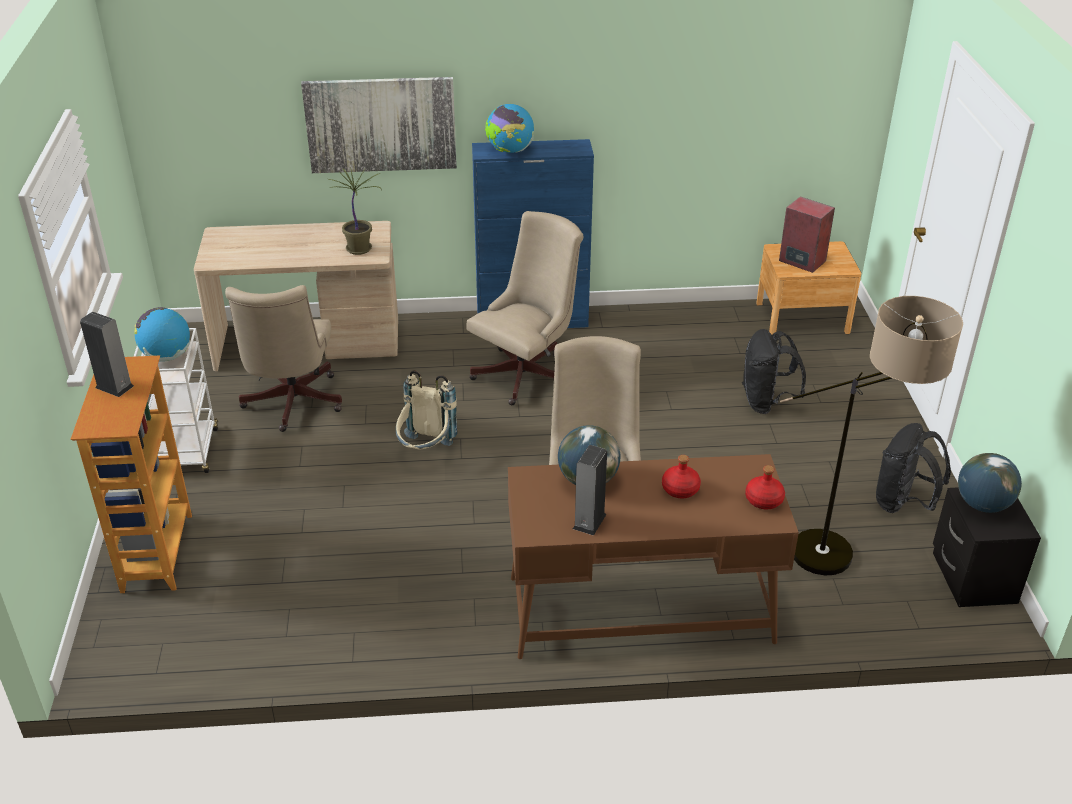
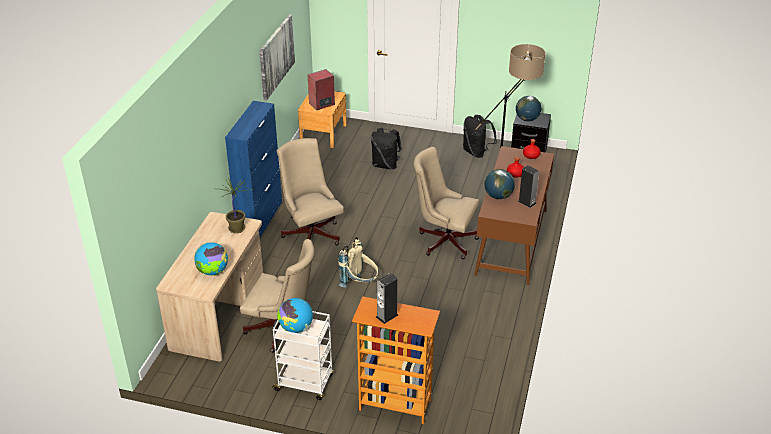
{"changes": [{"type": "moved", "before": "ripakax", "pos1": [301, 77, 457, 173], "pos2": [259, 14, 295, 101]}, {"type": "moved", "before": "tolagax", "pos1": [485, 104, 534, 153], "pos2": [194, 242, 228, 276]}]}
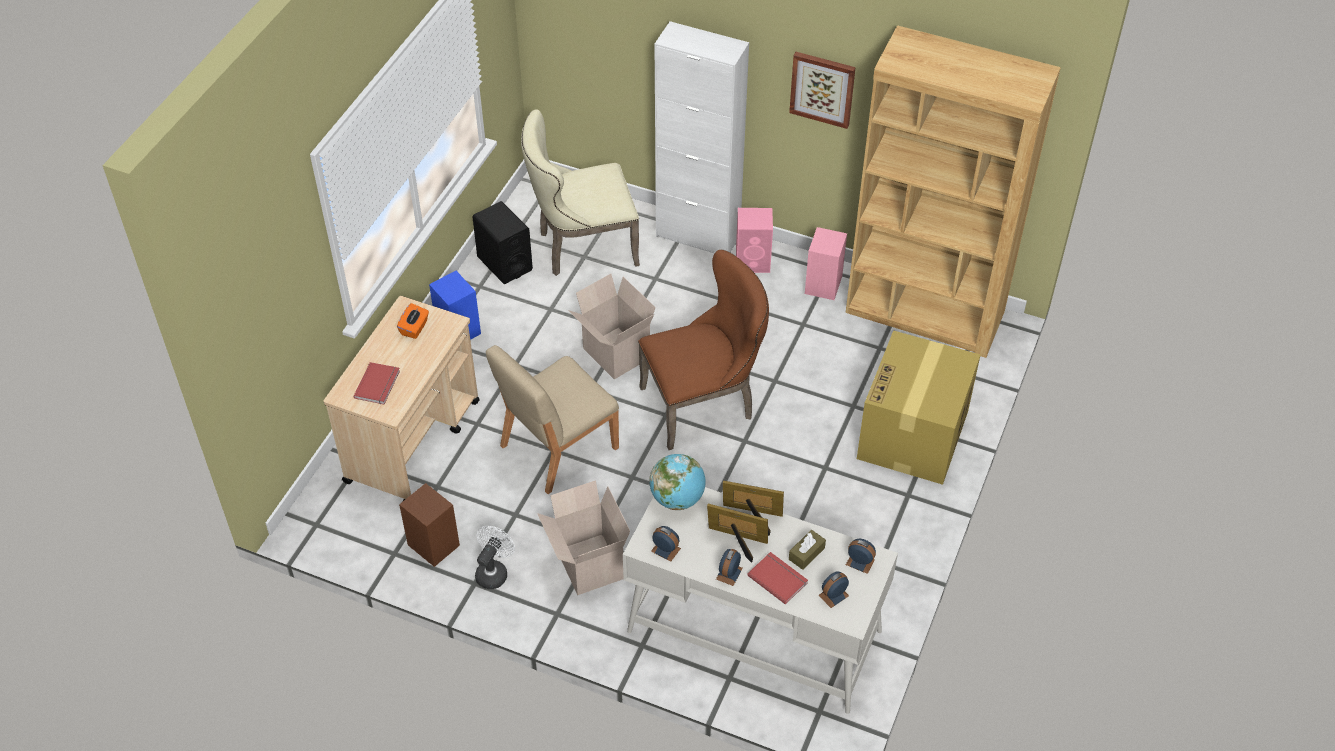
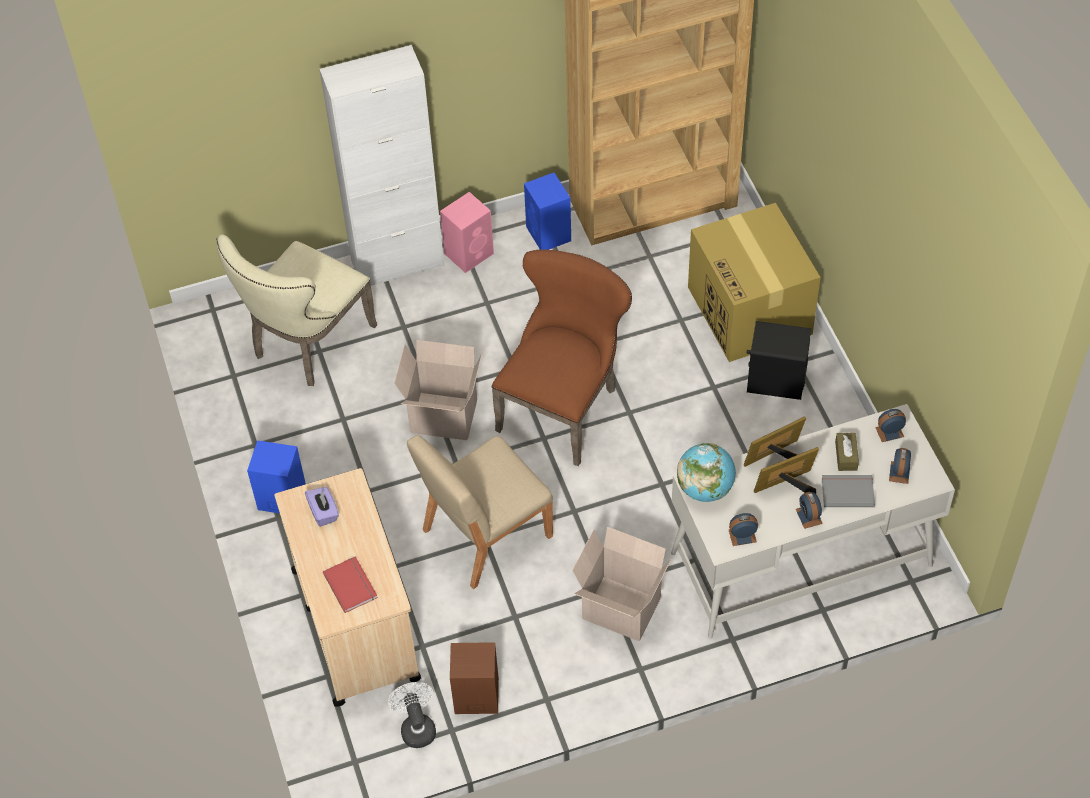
{"changes": [{"type": "recoloured", "before": "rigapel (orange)", "after": "rigapel (purple)", "pos1": [397, 303, 429, 339], "pos2": [305, 487, 339, 527]}, {"type": "moved", "before": "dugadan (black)", "pos1": [473, 201, 533, 284], "pos2": [746, 321, 811, 400]}, {"type": "moved", "before": "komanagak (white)", "pos1": [475, 526, 515, 589], "pos2": [388, 682, 436, 748]}, {"type": "turned", "before": "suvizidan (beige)", "pos1": [486, 345, 619, 494], "pos2": [407, 435, 553, 589], "turn": 45}, {"type": "recoloured", "before": "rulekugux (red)", "after": "rulekugux (grey)", "pos1": [747, 552, 808, 604], "pos2": [822, 475, 875, 507]}, {"type": "removed", "before": "ripakax", "pos1": [789, 52, 856, 129]}, {"type": "recoloured", "before": "dugadan (pink)", "after": "dugadan (blue)", "pos1": [805, 227, 847, 300], "pos2": [524, 173, 571, 250]}]}
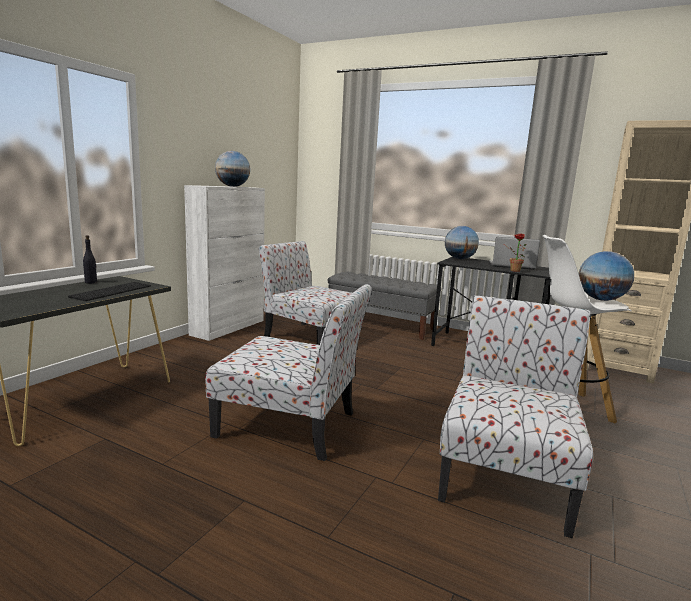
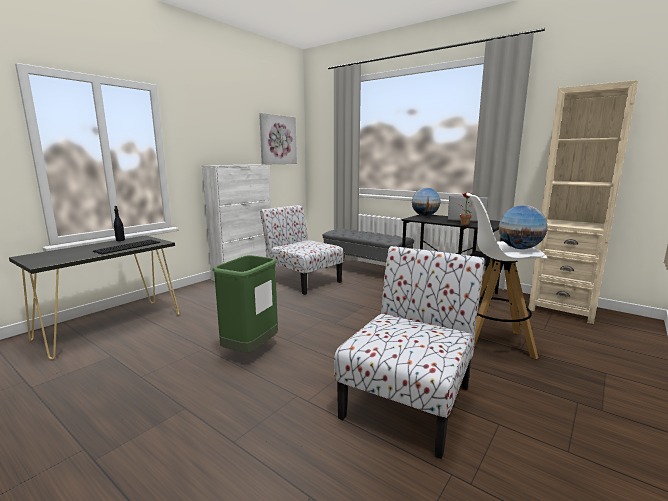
{"changes": [{"type": "replaced", "before": "suvizidan", "after": "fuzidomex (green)", "pos1": [205, 284, 372, 461], "pos2": [212, 255, 278, 353]}, {"type": "removed", "before": "tolagax", "pos1": [215, 151, 250, 187]}, {"type": "added", "after": "ripakax", "pos2": [259, 113, 297, 165]}]}
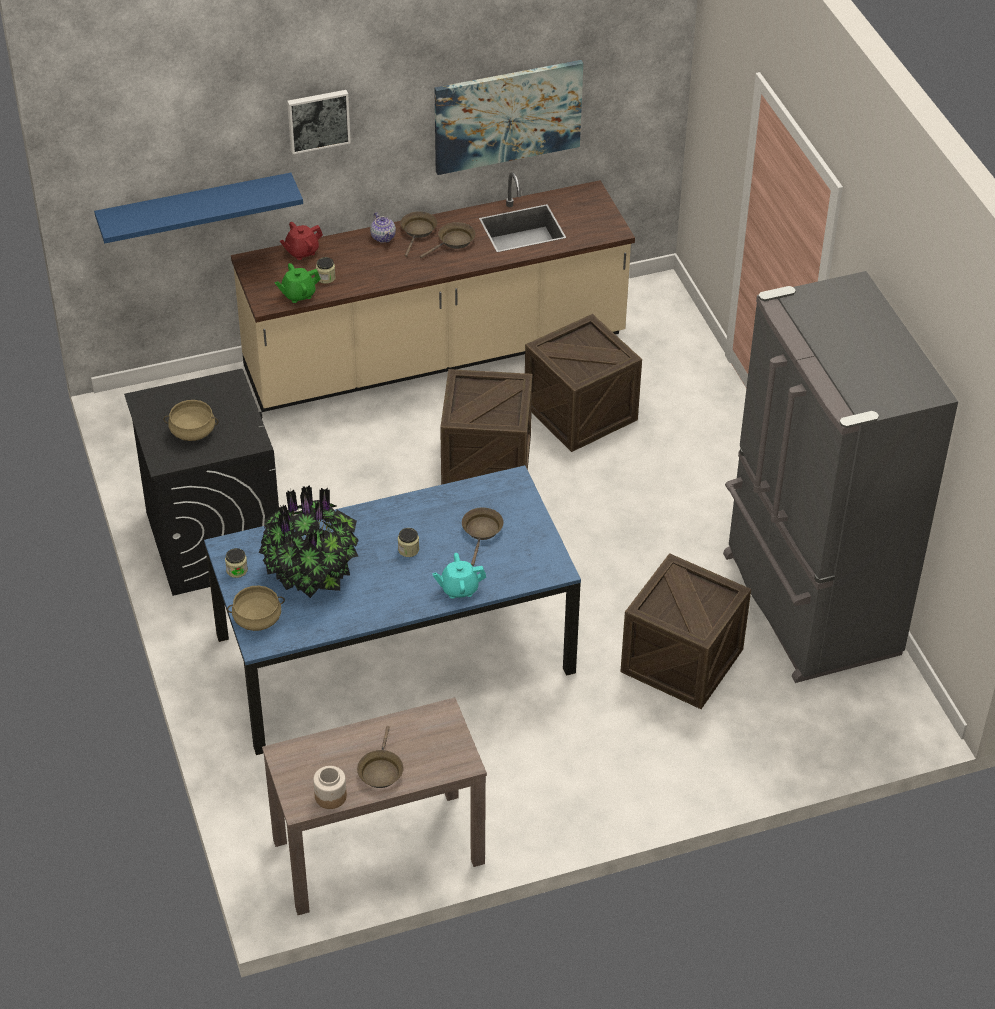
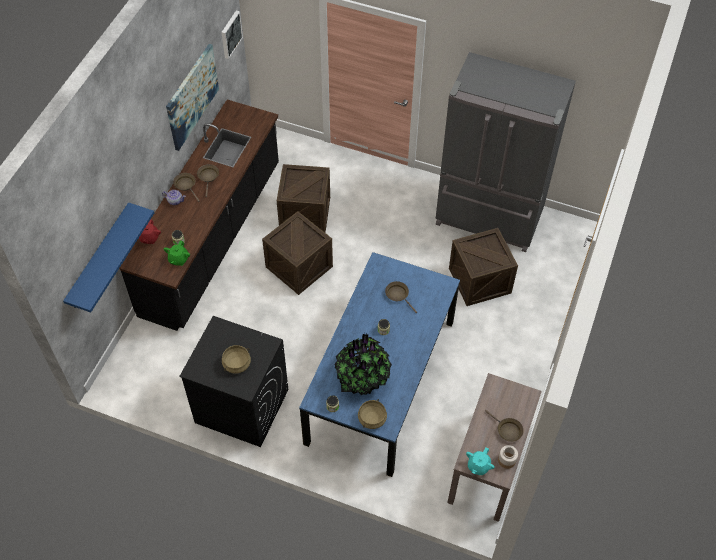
{"changes": [{"type": "recoloured", "before": "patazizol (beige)", "after": "patazizol (black)", "pos1": [231, 172, 635, 412], "pos2": [119, 100, 279, 331]}, {"type": "moved", "before": "ripakax", "pos1": [287, 90, 351, 154], "pos2": [221, 10, 243, 59]}, {"type": "moved", "before": "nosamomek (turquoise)", "pos1": [432, 553, 486, 599], "pos2": [466, 447, 495, 475]}]}
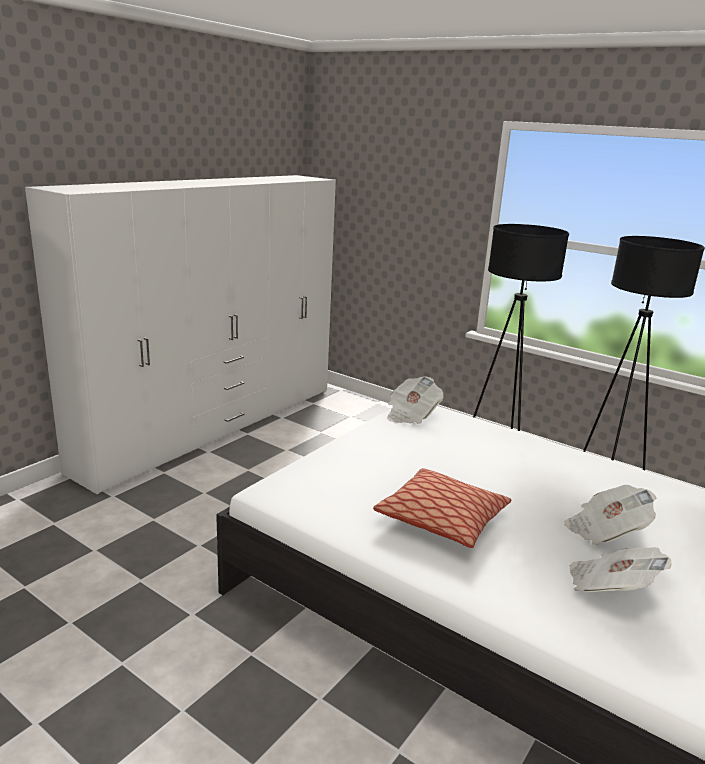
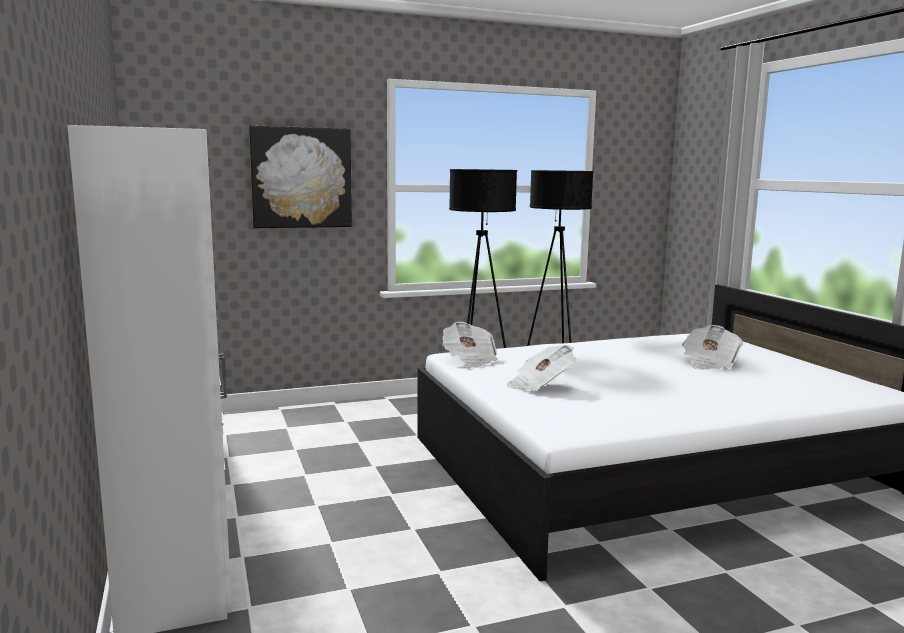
{"changes": [{"type": "removed", "before": "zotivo", "pos1": [373, 468, 512, 548]}, {"type": "moved", "before": "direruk", "pos1": [570, 547, 671, 592], "pos2": [507, 345, 576, 391]}, {"type": "added", "after": "ripakax", "pos2": [249, 125, 352, 228]}]}
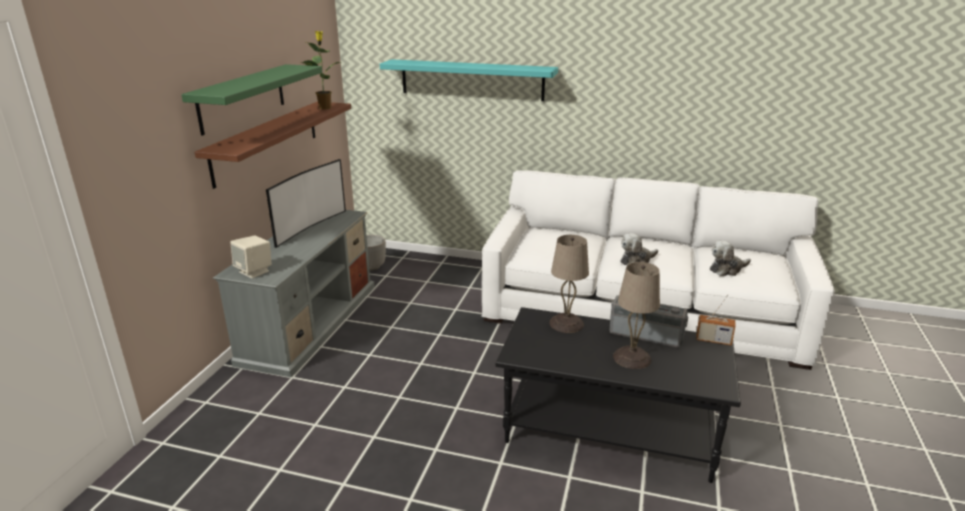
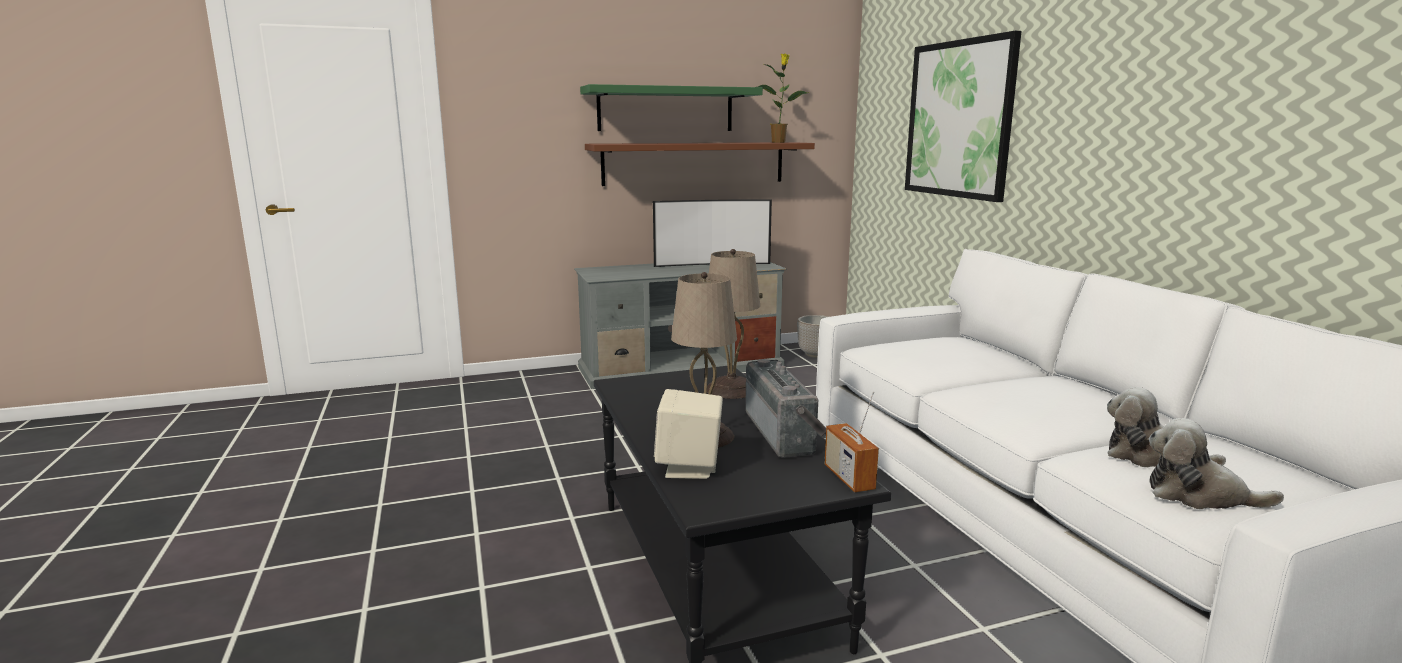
{"changes": [{"type": "moved", "before": "dugadan (beige)", "pos1": [230, 235, 272, 279], "pos2": [654, 389, 723, 479]}, {"type": "replaced", "before": "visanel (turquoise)", "after": "ripakax", "pos1": [380, 59, 558, 101], "pos2": [905, 31, 1022, 202]}, {"type": "moved", "before": "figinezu", "pos1": [620, 233, 658, 265], "pos2": [1149, 418, 1284, 509]}]}
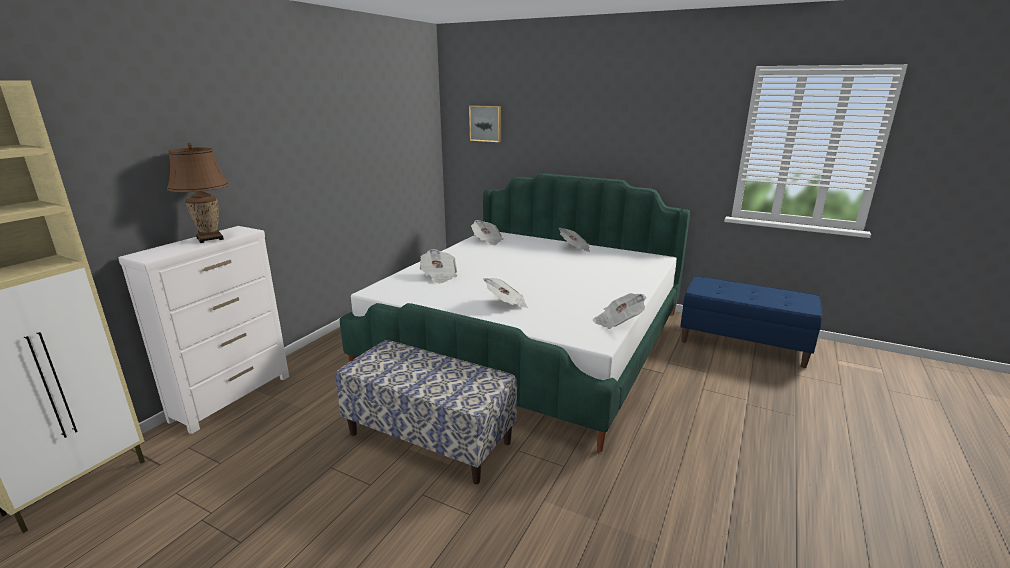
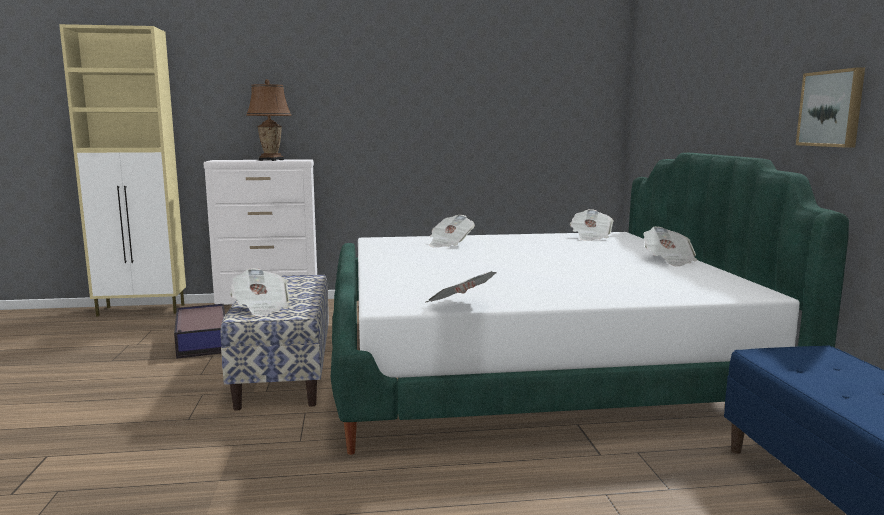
{"changes": [{"type": "moved", "before": "ripakax", "pos1": [469, 105, 501, 142], "pos2": [796, 68, 865, 148]}, {"type": "moved", "before": "direruk", "pos1": [483, 278, 528, 308], "pos2": [230, 268, 289, 316]}, {"type": "added", "after": "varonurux", "pos2": [174, 304, 225, 359]}]}
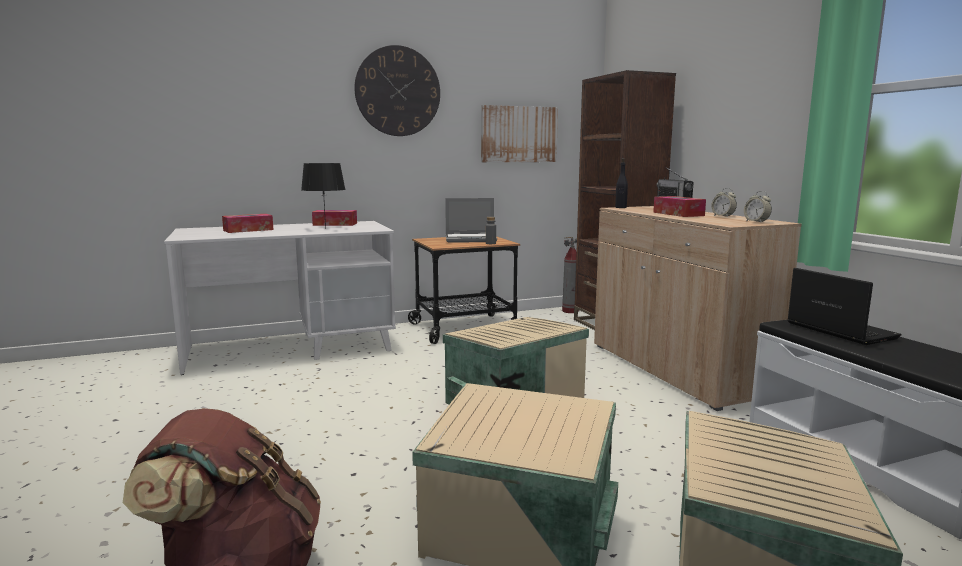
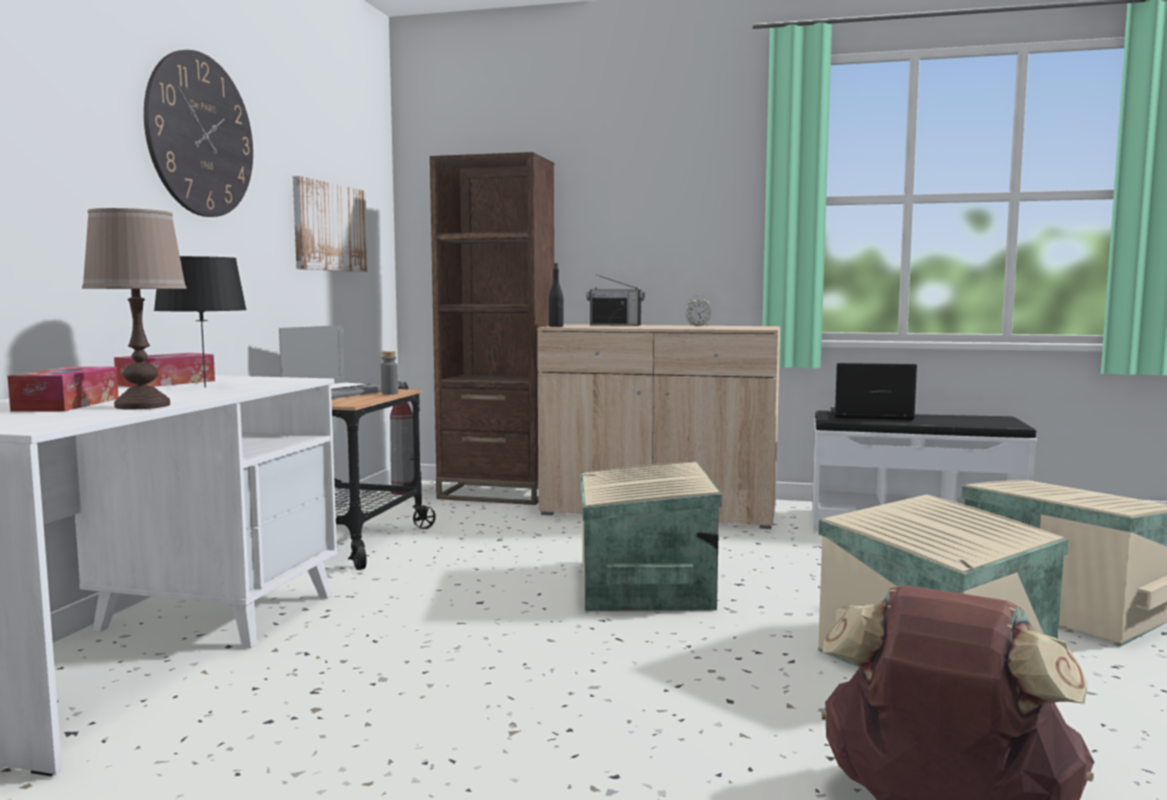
{"changes": [{"type": "removed", "before": "rigapel", "pos1": [653, 196, 706, 217]}, {"type": "removed", "before": "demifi", "pos1": [744, 191, 772, 222]}, {"type": "added", "after": "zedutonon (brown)", "pos2": [82, 208, 187, 409]}]}
